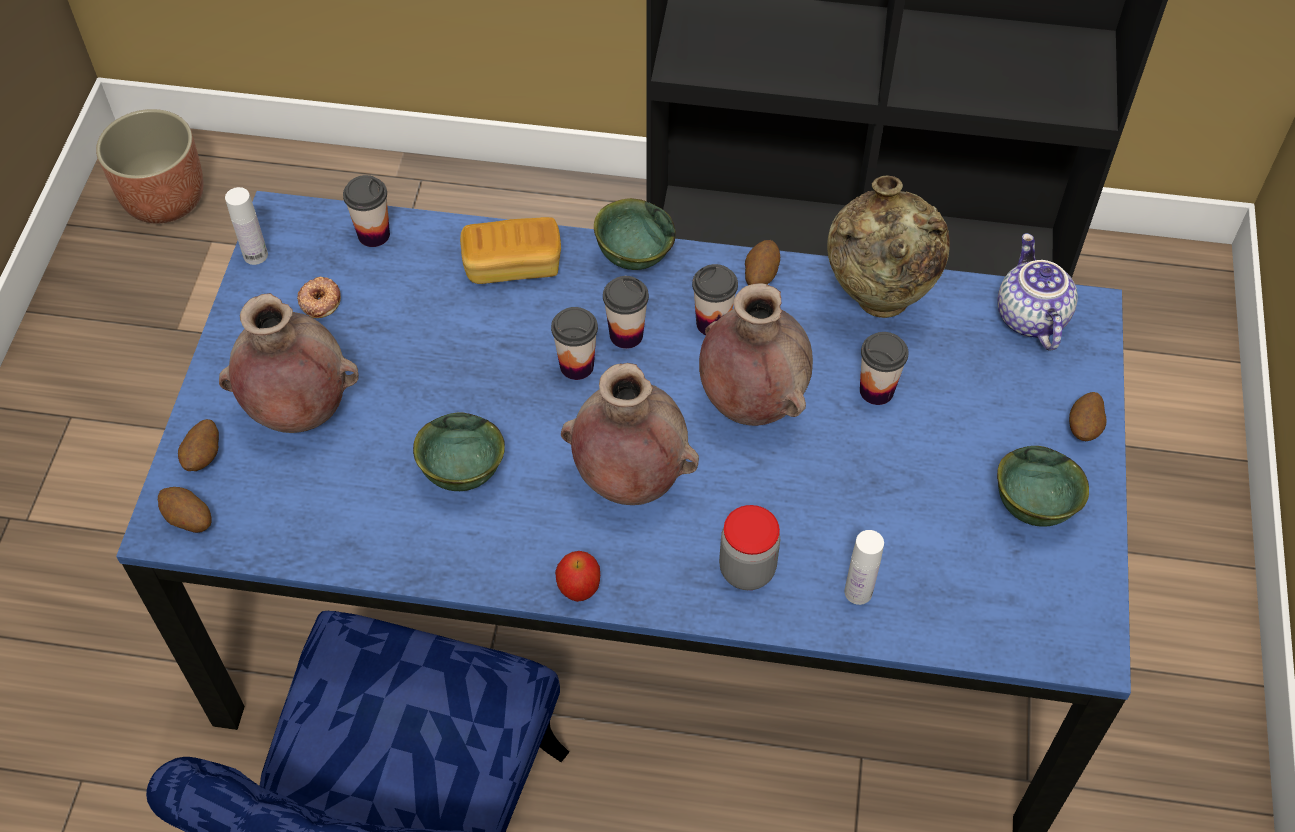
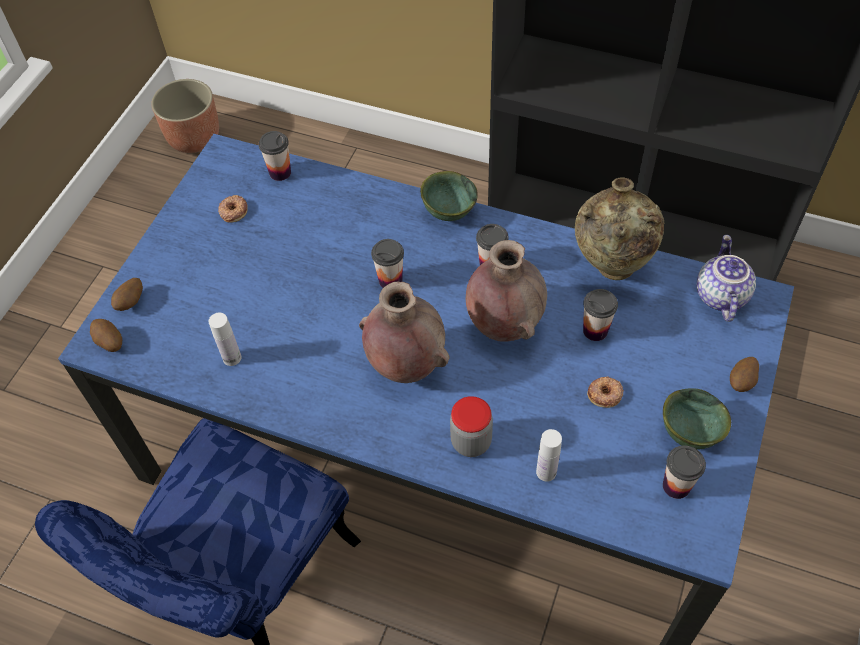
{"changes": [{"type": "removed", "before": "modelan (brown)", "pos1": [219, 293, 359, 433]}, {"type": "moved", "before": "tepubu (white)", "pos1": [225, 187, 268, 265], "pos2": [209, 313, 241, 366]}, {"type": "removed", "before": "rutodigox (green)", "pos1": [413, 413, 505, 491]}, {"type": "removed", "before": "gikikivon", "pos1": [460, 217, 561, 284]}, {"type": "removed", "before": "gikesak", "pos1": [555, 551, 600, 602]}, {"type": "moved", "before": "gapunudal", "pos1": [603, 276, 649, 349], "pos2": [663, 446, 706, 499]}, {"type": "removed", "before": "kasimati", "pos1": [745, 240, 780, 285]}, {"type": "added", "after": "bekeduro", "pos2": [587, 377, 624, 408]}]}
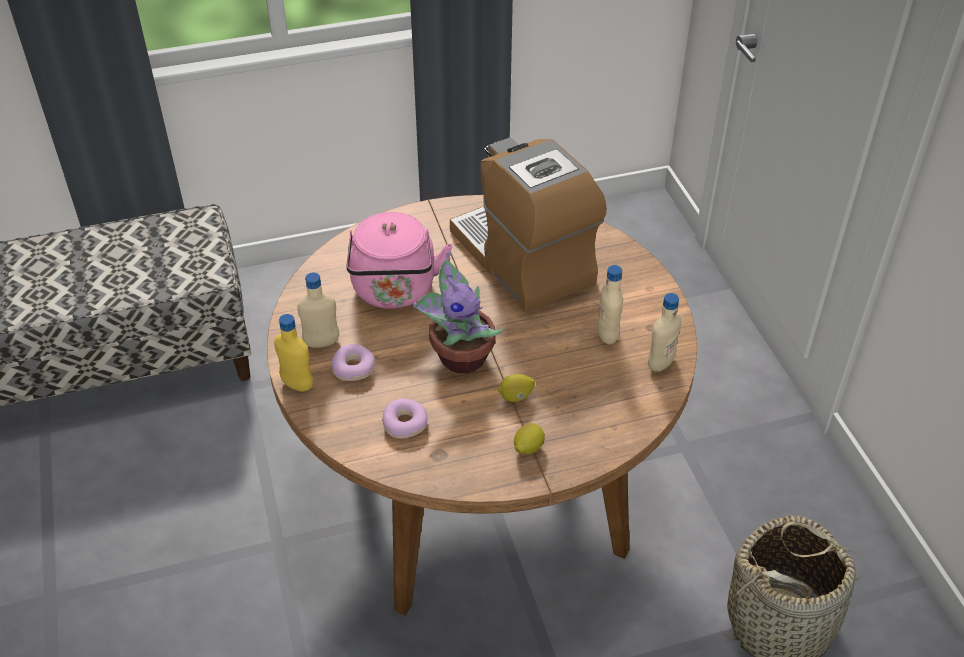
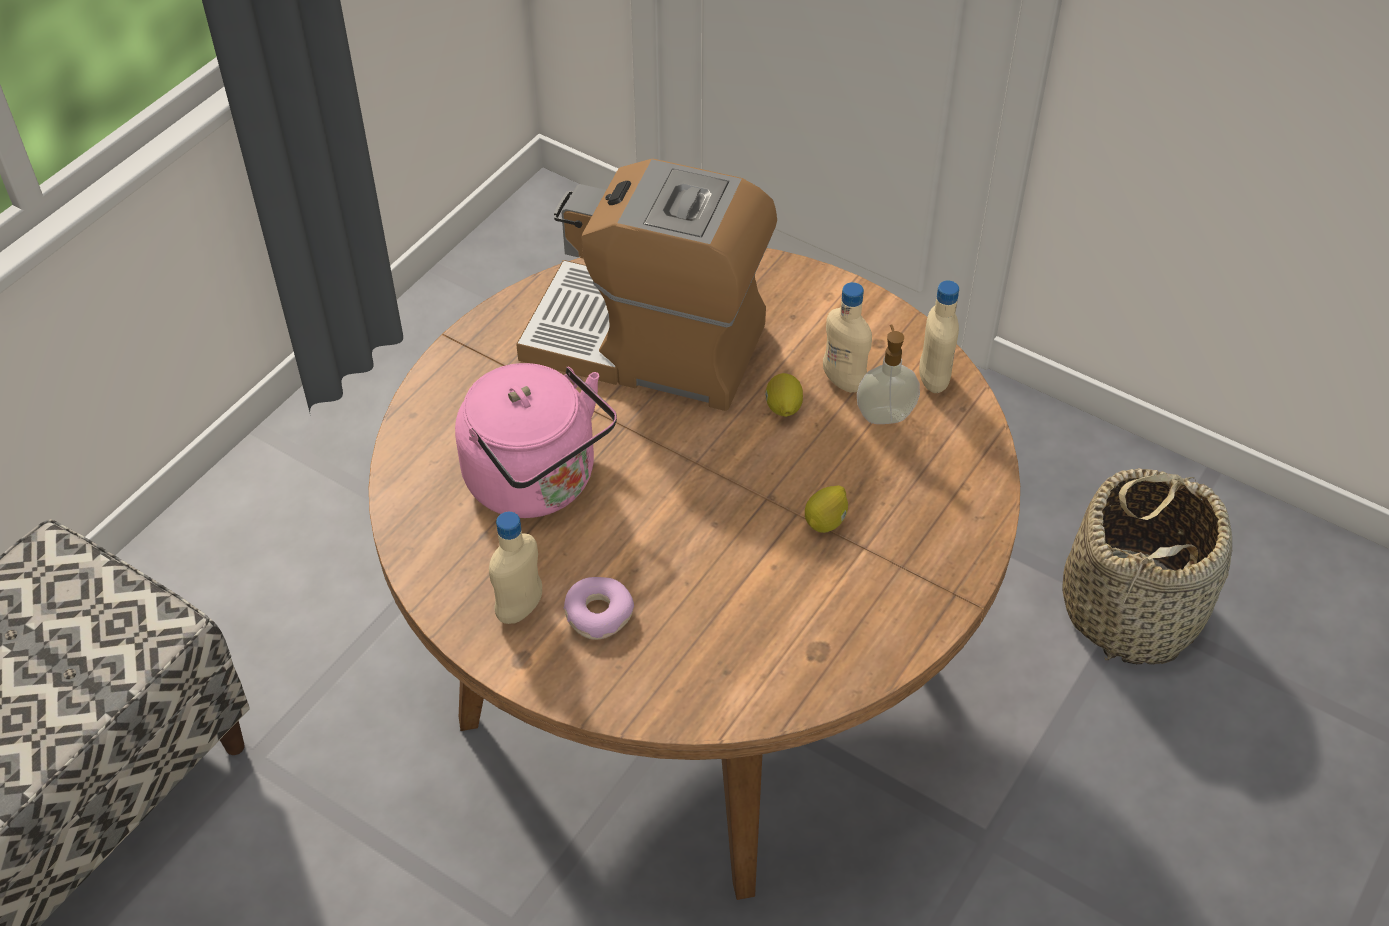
{"changes": [{"type": "removed", "before": "tepubu (yellow)", "pos1": [274, 314, 313, 392]}, {"type": "removed", "before": "bekeduro", "pos1": [382, 399, 428, 439]}, {"type": "removed", "before": "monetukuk", "pos1": [413, 251, 505, 373]}, {"type": "moved", "before": "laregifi", "pos1": [514, 423, 545, 455], "pos2": [765, 373, 803, 417]}, {"type": "added", "after": "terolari", "pos2": [857, 325, 920, 424]}]}
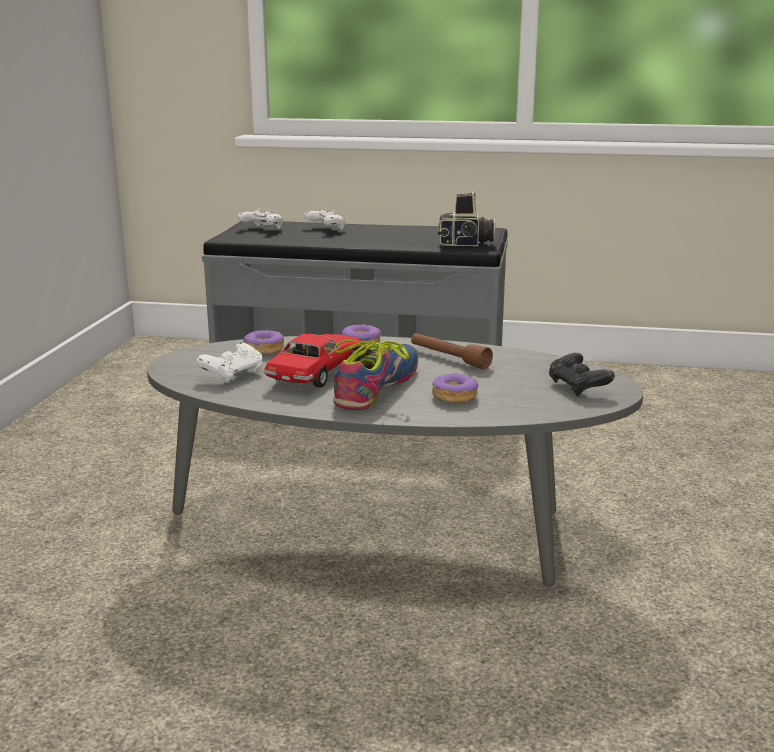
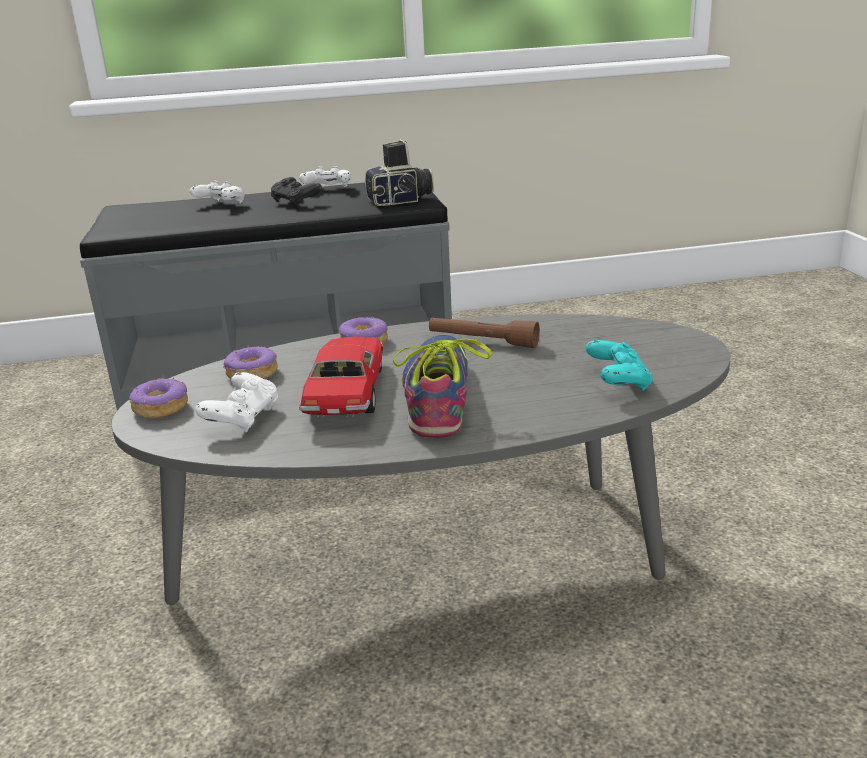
{"changes": [{"type": "moved", "before": "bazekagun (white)", "pos1": [238, 209, 283, 229], "pos2": [299, 166, 351, 187]}, {"type": "moved", "before": "bekeduro", "pos1": [432, 373, 478, 403], "pos2": [129, 377, 188, 418]}, {"type": "moved", "before": "bazekagun (black)", "pos1": [549, 353, 615, 396], "pos2": [271, 177, 322, 207]}, {"type": "added", "after": "bazekagun (turquoise)", "pos2": [586, 340, 653, 391]}]}
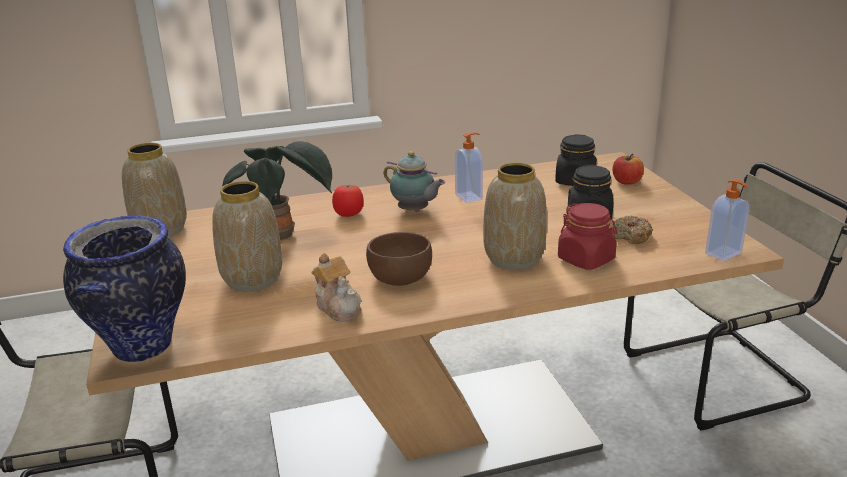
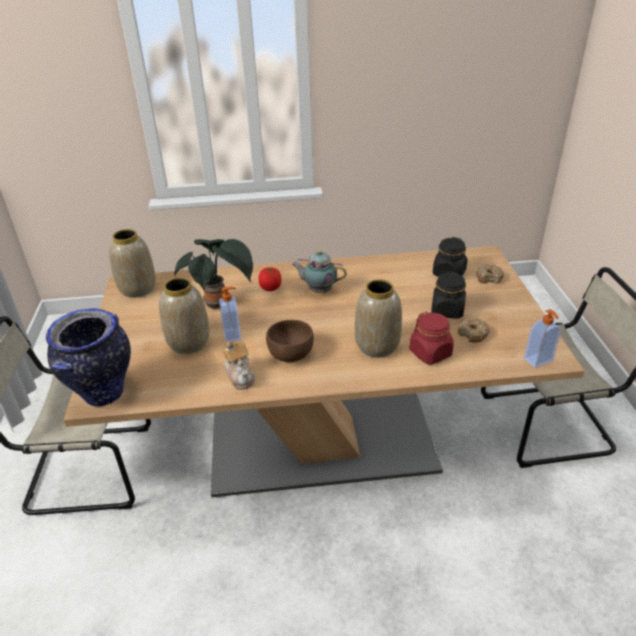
{"changes": [{"type": "turned", "before": "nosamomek", "pos1": [384, 151, 445, 212], "pos2": [292, 250, 347, 293], "turn": 150}, {"type": "moved", "before": "terolari", "pos1": [455, 132, 483, 203], "pos2": [219, 287, 241, 343]}, {"type": "replaced", "before": "gikesak", "after": "bekeduro", "pos1": [612, 154, 644, 184], "pos2": [476, 264, 504, 284]}]}
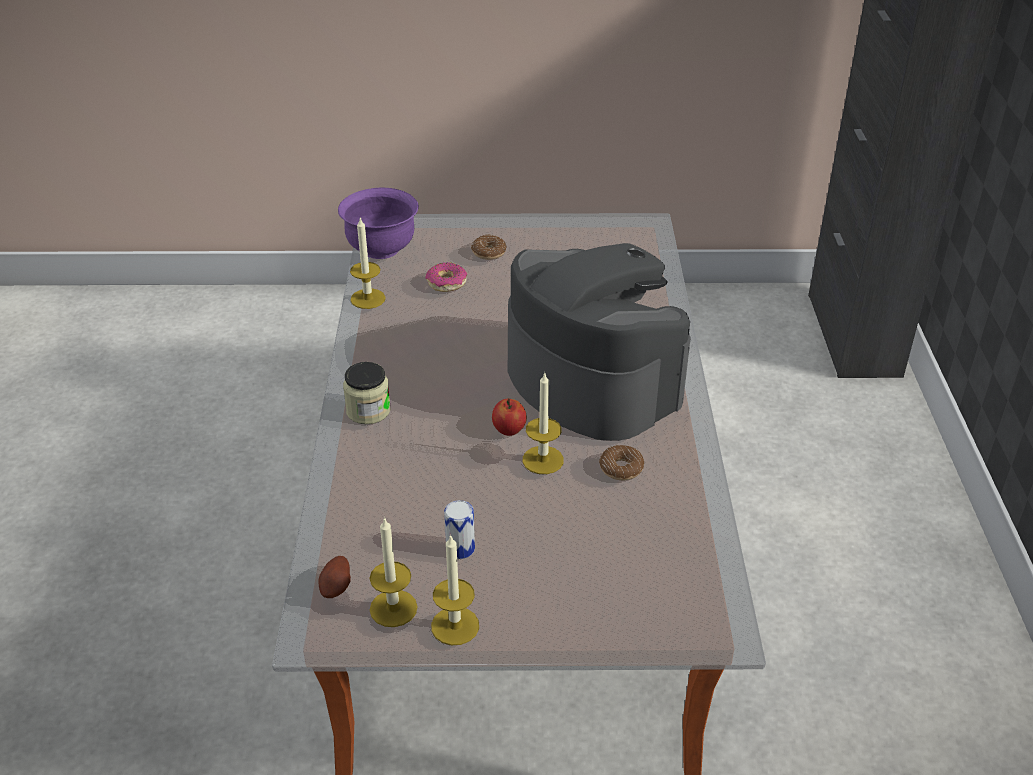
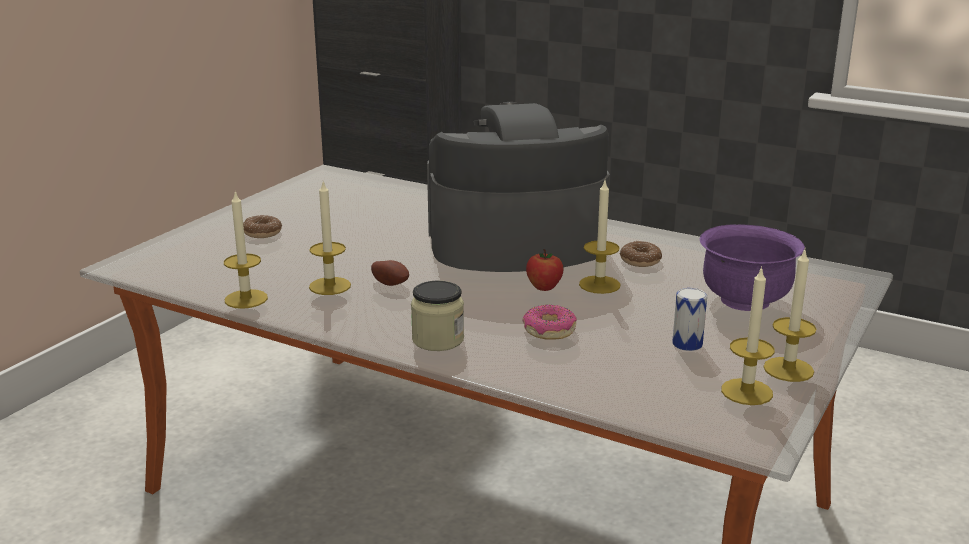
{"changes": [{"type": "moved", "before": "kasimati", "pos1": [318, 556, 351, 598], "pos2": [371, 260, 409, 286]}, {"type": "moved", "before": "rutodigox (purple)", "pos1": [338, 188, 419, 259], "pos2": [700, 224, 805, 311]}, {"type": "moved", "before": "bekeduro", "pos1": [425, 262, 467, 292], "pos2": [522, 305, 577, 340]}, {"type": "added", "after": "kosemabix", "pos2": [309, 181, 351, 295]}]}
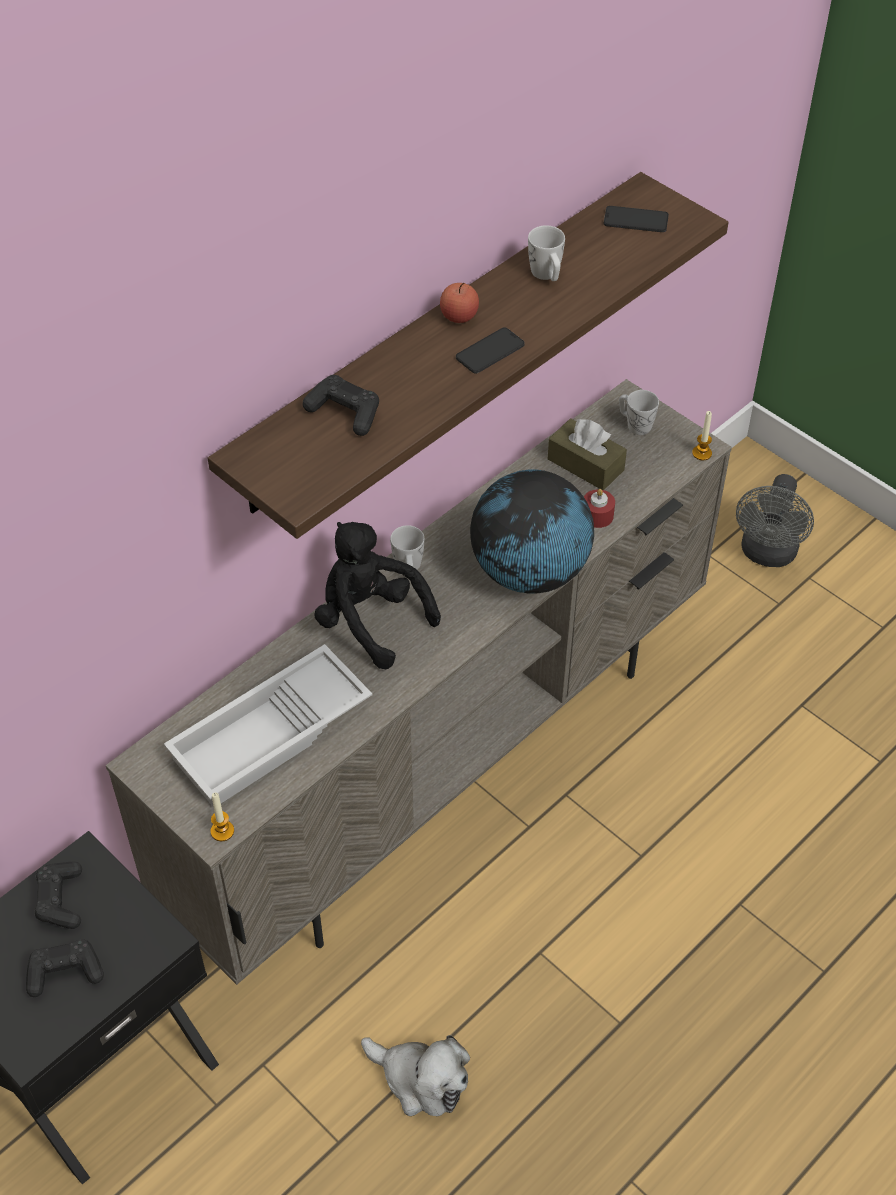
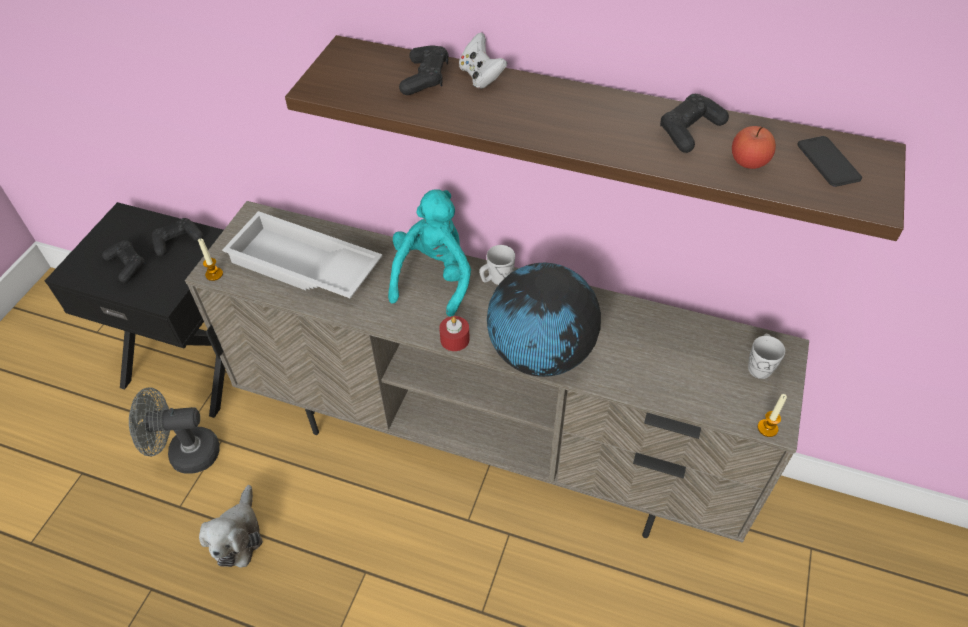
{"changes": [{"type": "recoloured", "before": "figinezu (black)", "after": "figinezu (turquoise)", "pos1": [314, 522, 441, 669], "pos2": [388, 189, 471, 317]}, {"type": "moved", "before": "gikesak", "pos1": [440, 283, 479, 323], "pos2": [732, 126, 776, 169]}, {"type": "removed", "before": "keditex", "pos1": [456, 328, 525, 373]}, {"type": "replaced", "before": "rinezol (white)", "after": "bazekagun (black)", "pos1": [528, 225, 565, 281], "pos2": [660, 94, 729, 153]}, {"type": "removed", "before": "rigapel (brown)", "pos1": [548, 418, 627, 490]}, {"type": "moved", "before": "kosemabix (red)", "pos1": [584, 489, 615, 528], "pos2": [439, 316, 470, 351]}, {"type": "moved", "before": "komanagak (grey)", "pos1": [736, 474, 814, 567], "pos2": [129, 387, 220, 474]}, {"type": "added", "after": "bazekagun (white)", "pos2": [459, 32, 507, 89]}]}
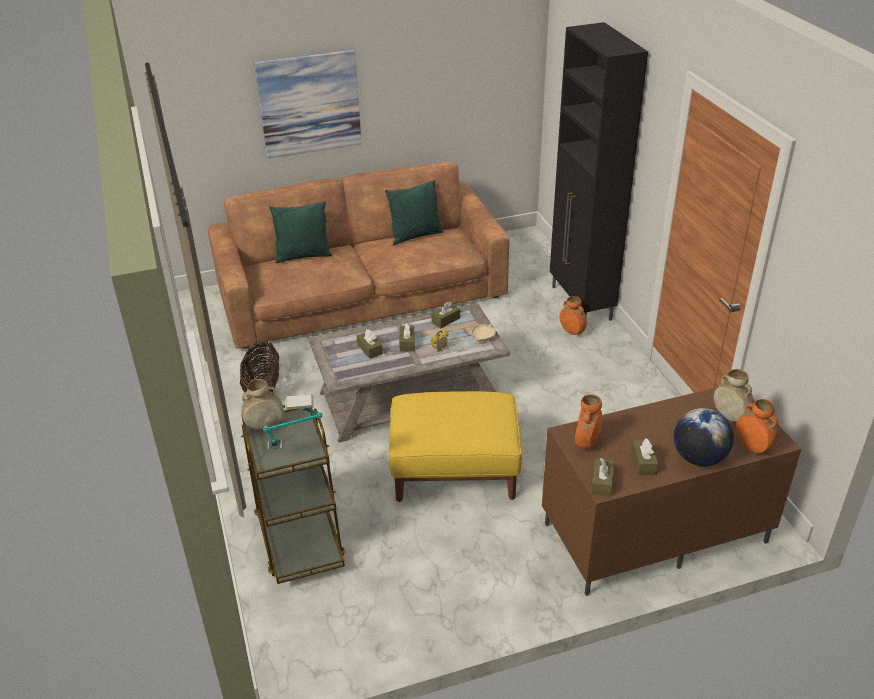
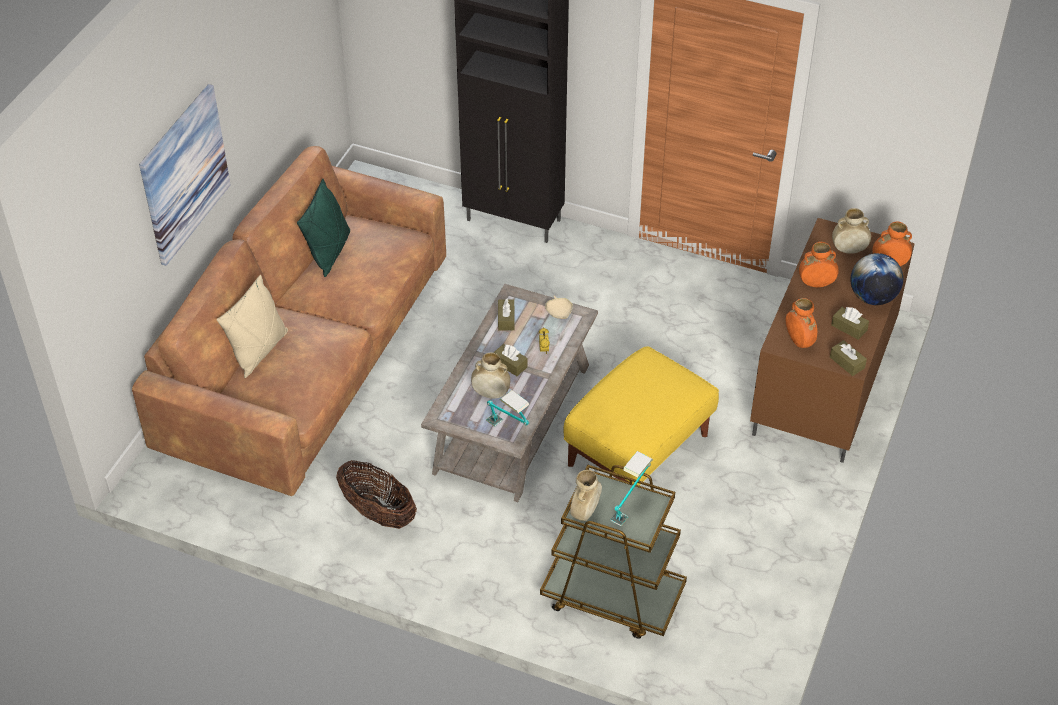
{"changes": [{"type": "recoloured", "before": "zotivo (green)", "after": "zotivo (beige)", "pos1": [269, 201, 332, 263], "pos2": [217, 275, 288, 378]}, {"type": "replaced", "before": "rigapel (brown)", "after": "modelan (beige)", "pos1": [357, 329, 383, 359], "pos2": [471, 352, 510, 399]}, {"type": "moved", "before": "modelan (orange)", "pos1": [560, 296, 587, 335], "pos2": [799, 242, 839, 287]}, {"type": "added", "after": "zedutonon", "pos2": [486, 390, 530, 427]}]}
